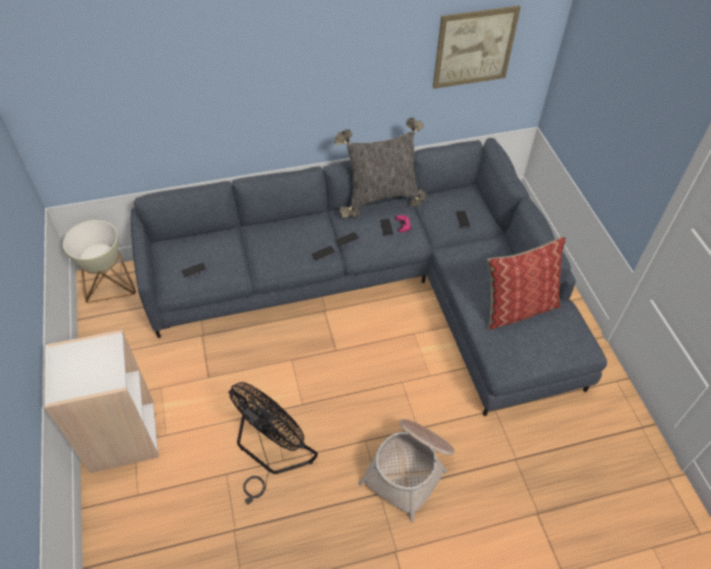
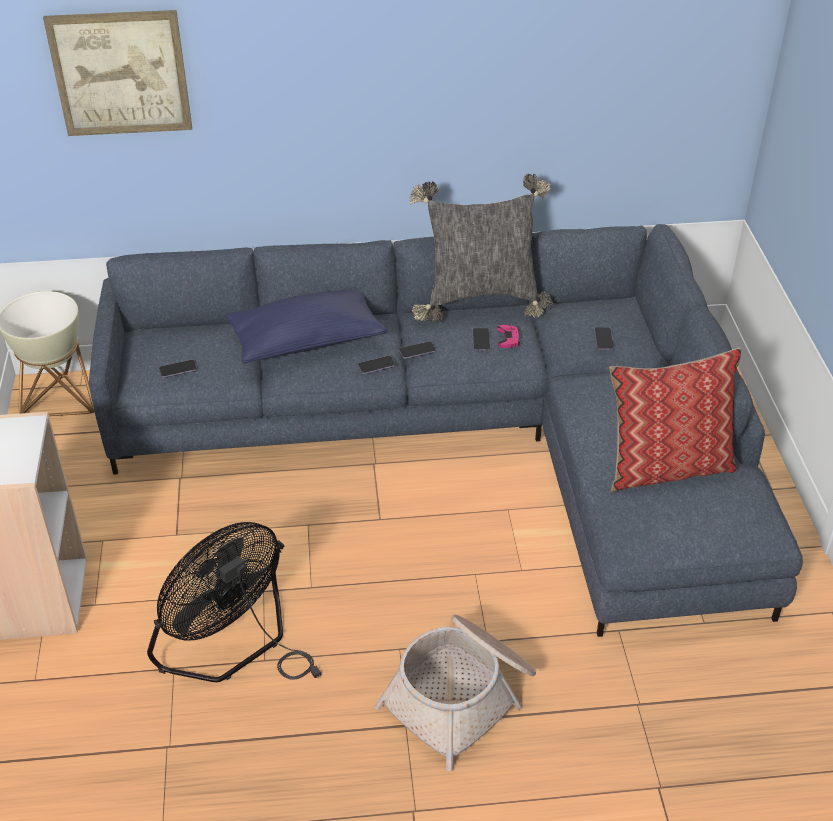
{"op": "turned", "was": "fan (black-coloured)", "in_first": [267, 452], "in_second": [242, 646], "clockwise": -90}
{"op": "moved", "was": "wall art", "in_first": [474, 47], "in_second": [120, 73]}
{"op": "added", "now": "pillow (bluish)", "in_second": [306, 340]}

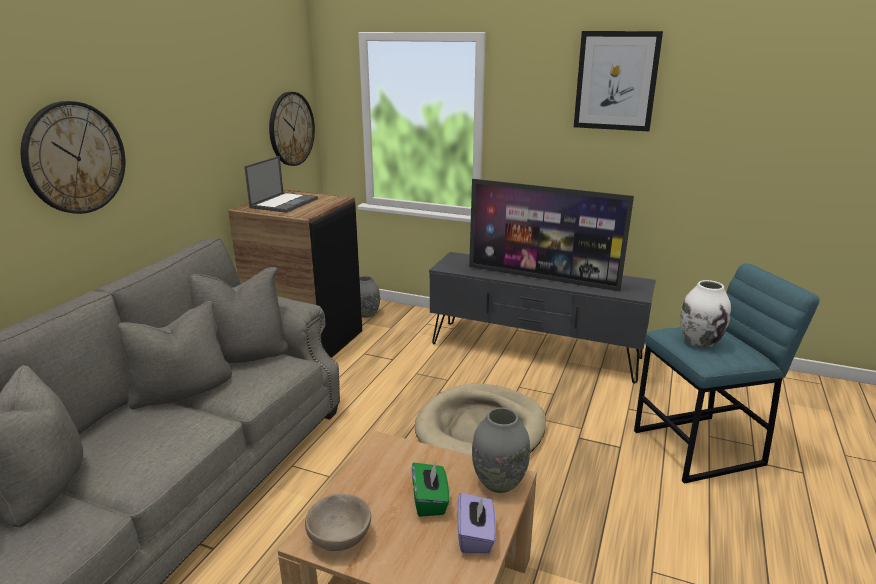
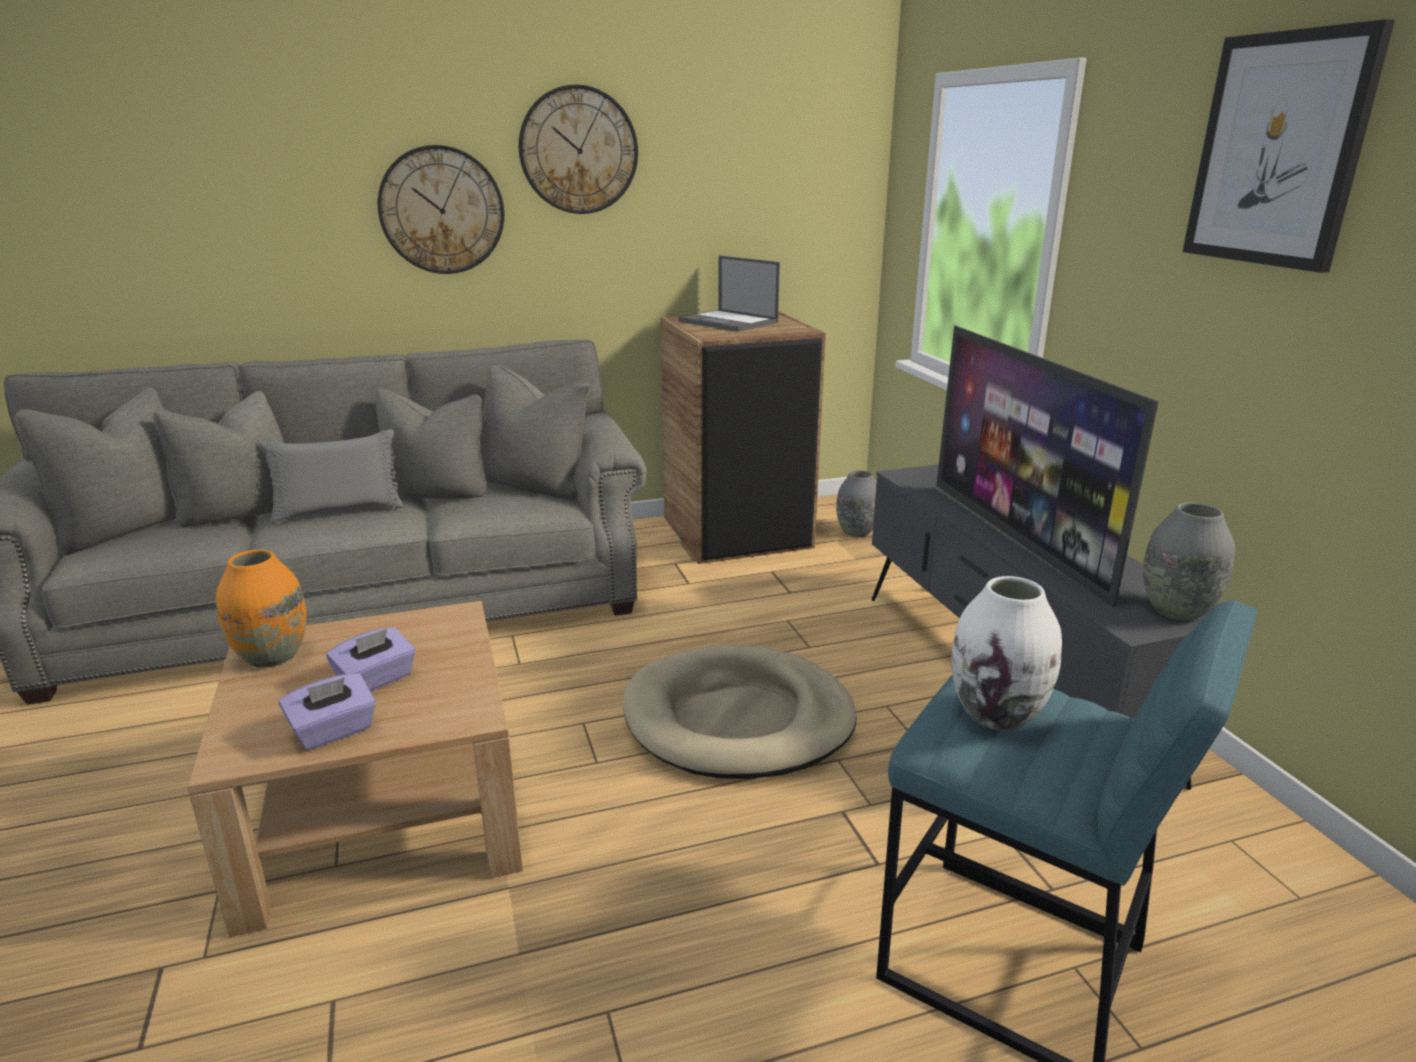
{"op": "turned", "was": "notebook computer", "in_first": [284, 203], "in_second": [729, 322], "clockwise": 60}
{"op": "moved", "was": "clock on the wall", "in_first": [291, 129], "in_second": [578, 150]}
{"op": "replaced", "was": "serving bowl (sand-coloured)", "now": "flower vase (orange-coloured)", "in_first": [340, 538], "in_second": [271, 657]}
{"op": "recoloured", "was": "tissue holder (green)", "now": "tissue holder (purple)", "in_first": [430, 501], "in_second": [376, 680]}
{"op": "moved", "was": "flower vase (grey)", "in_first": [498, 482], "in_second": [1175, 610]}
{"op": "added", "now": "pillow (grey)", "in_second": [339, 511]}

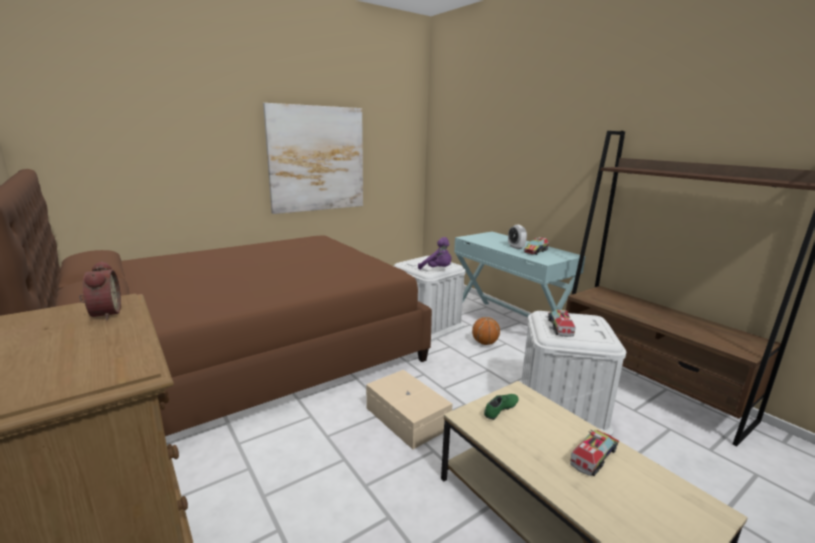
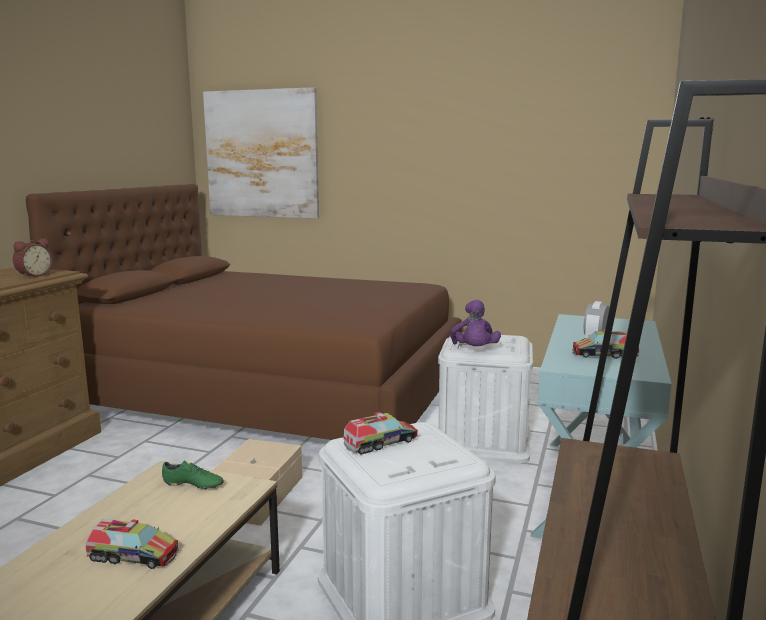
{"op": "moved", "was": "wall art", "in_first": [317, 159], "in_second": [261, 154]}
{"op": "removed", "was": "basketball", "in_first": [485, 343]}

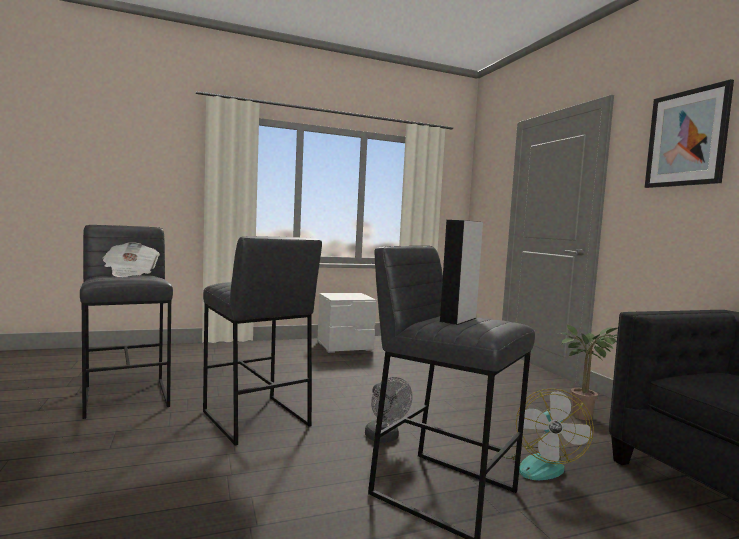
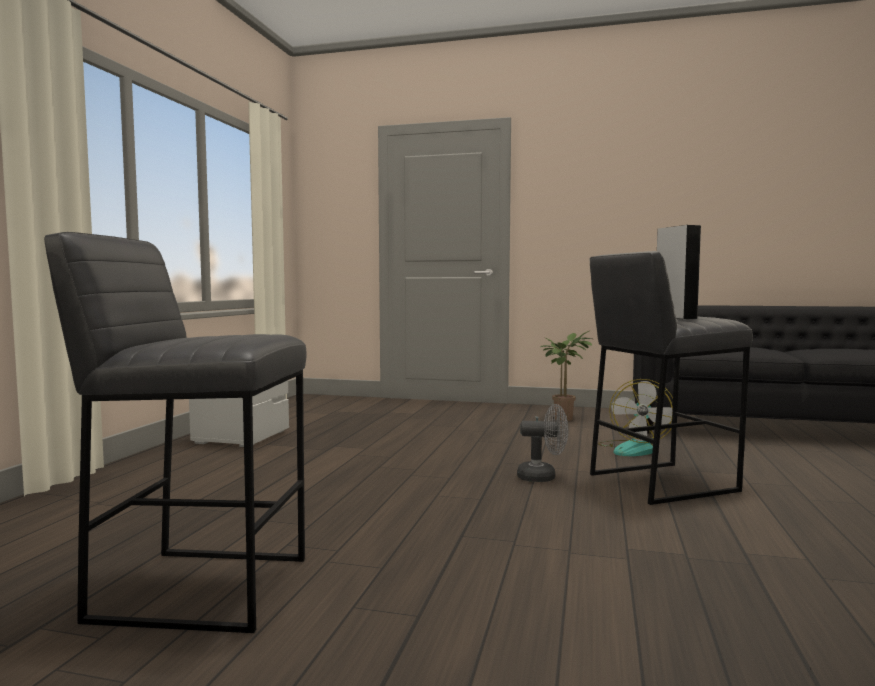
{"op": "removed", "was": "newspaper", "in_first": [130, 274]}
{"op": "removed", "was": "stool (grey)", "in_first": [256, 419]}
{"op": "turned", "was": "fan", "in_first": [539, 463], "in_second": [634, 449], "clockwise": 60}
{"op": "removed", "was": "wall art", "in_first": [687, 138]}

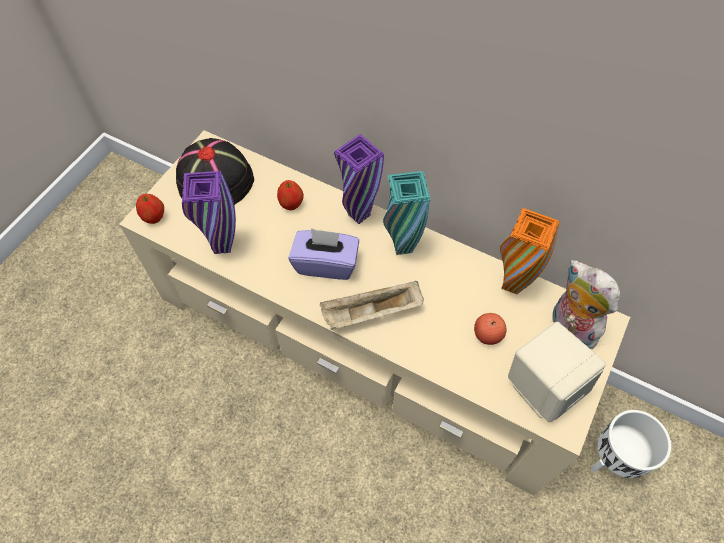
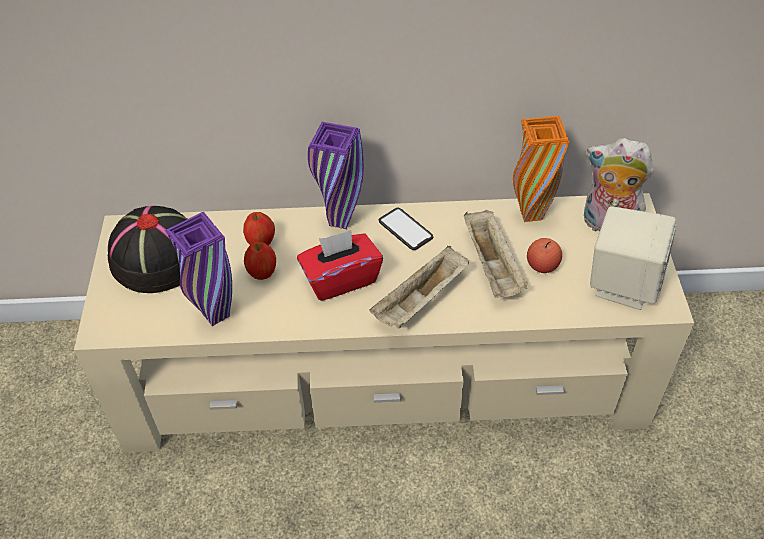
{"op": "moved", "was": "apple fruit", "in_first": [154, 217], "in_second": [262, 272]}
{"op": "recoloured", "was": "tissue holder (purple)", "now": "tissue holder (red-coloured)", "in_first": [326, 263], "in_second": [340, 279]}
{"op": "replaced", "was": "flower vase (blue-green)", "now": "telephone", "in_first": [402, 247], "in_second": [405, 229]}
{"op": "removed", "was": "plant pot (white)", "in_first": [612, 461]}
{"op": "added", "now": "carrying tray (sand-coloured)", "in_second": [493, 266]}

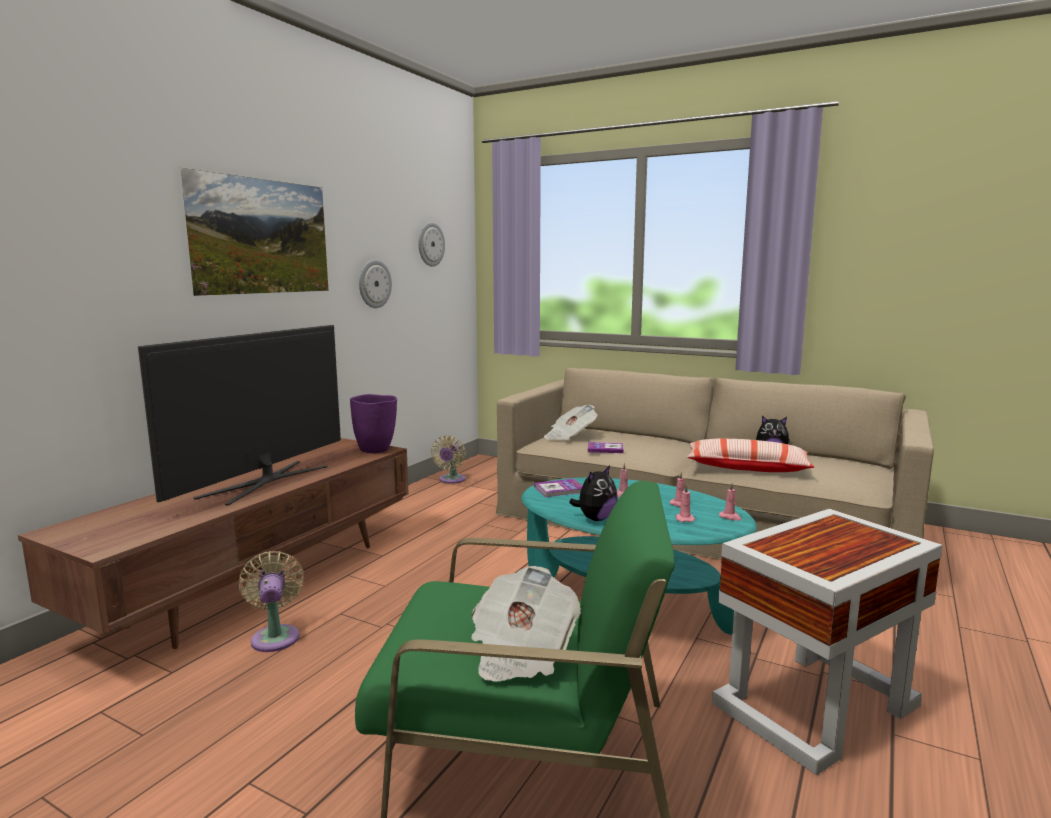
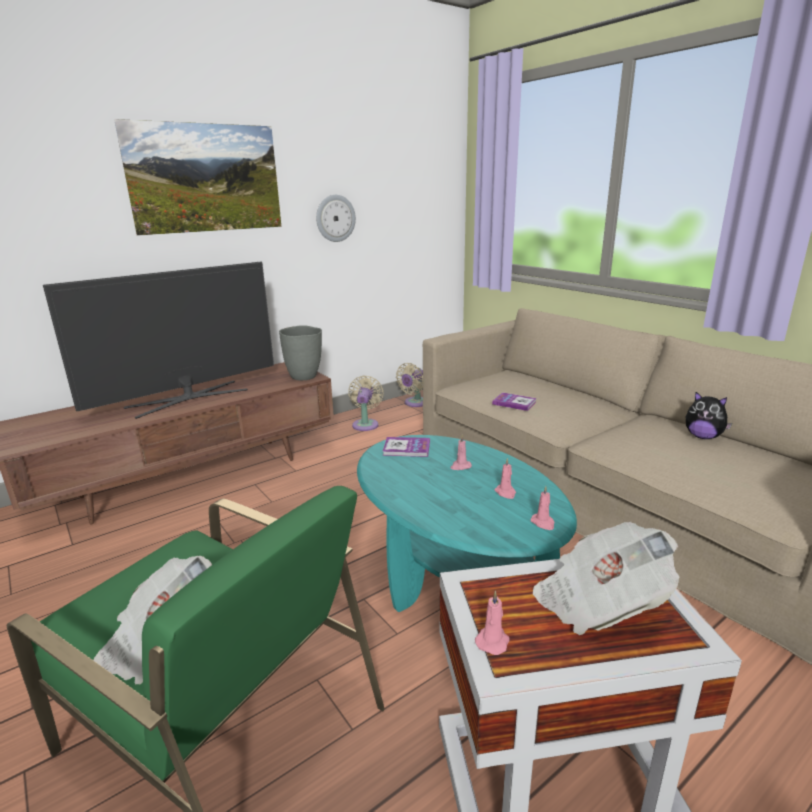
{"op": "moved", "was": "fan (sand-coloured)", "in_first": [275, 636], "in_second": [366, 424]}
{"op": "recoloured", "was": "flower vase (purple)", "now": "flower vase (grey)", "in_first": [375, 450], "in_second": [304, 376]}
{"op": "removed", "was": "clock on the wall", "in_first": [430, 244]}
{"op": "moved", "was": "newspaper", "in_first": [570, 436], "in_second": [598, 602]}
{"op": "removed", "was": "soft toy", "in_first": [595, 518]}
{"op": "moved", "was": "wax candle (pink)", "in_first": [684, 519], "in_second": [493, 640]}
{"op": "removed", "was": "pillow", "in_first": [747, 468]}

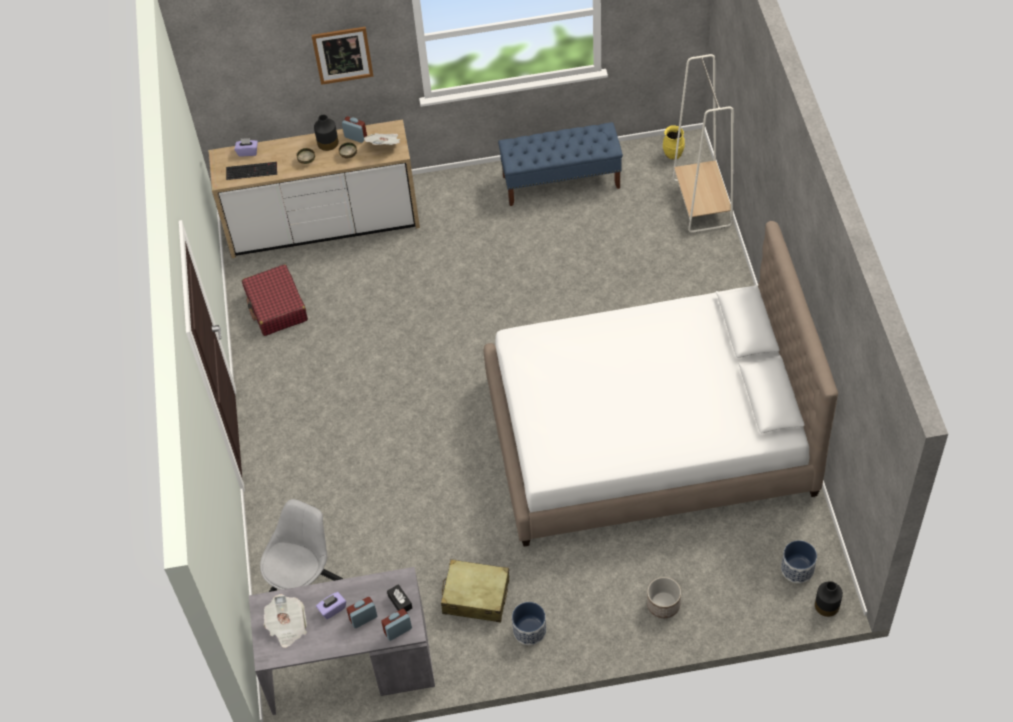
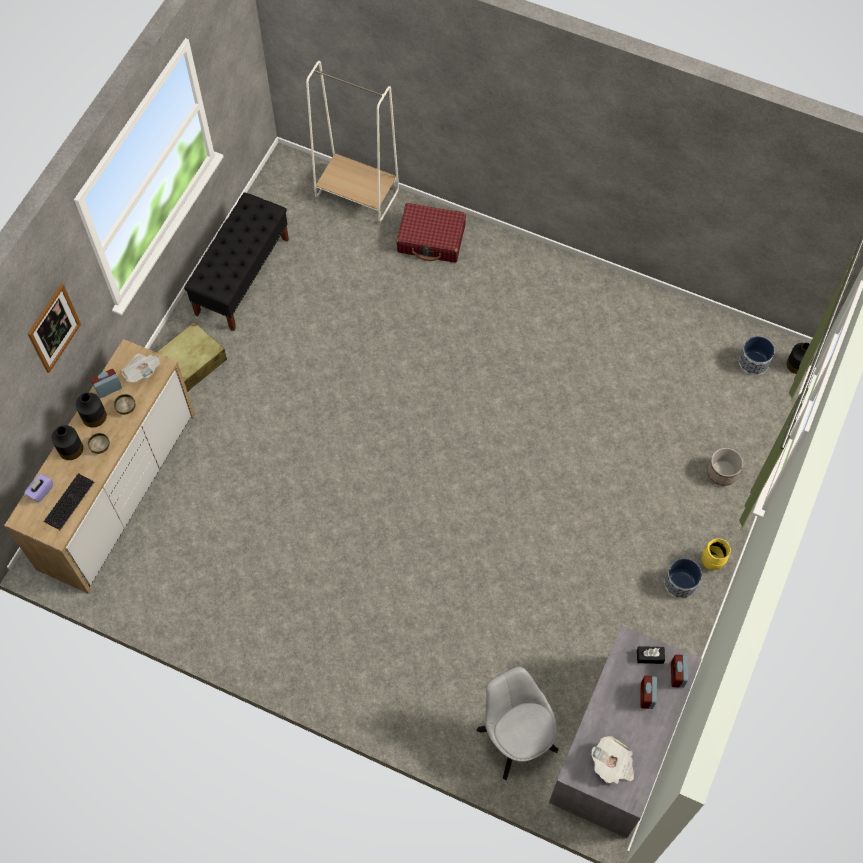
{"op": "moved", "was": "travel case (red-coloured)", "in_first": [276, 307], "in_second": [431, 239]}
{"op": "removed", "was": "tissue holder (purple)", "in_first": [332, 609]}
{"op": "moved", "was": "travel case (sand-coloured)", "in_first": [476, 596], "in_second": [191, 363]}
{"op": "removed", "was": "bed (white)", "in_first": [649, 435]}
{"op": "recoloured", "was": "indoor bench (bluish)", "now": "indoor bench (black-coloured)", "in_first": [561, 181], "in_second": [242, 276]}
{"op": "moved", "was": "flower vase (yellowish)", "in_first": [673, 155], "in_second": [712, 562]}
{"op": "added", "now": "flower vase (black-coloured)", "in_second": [70, 448]}

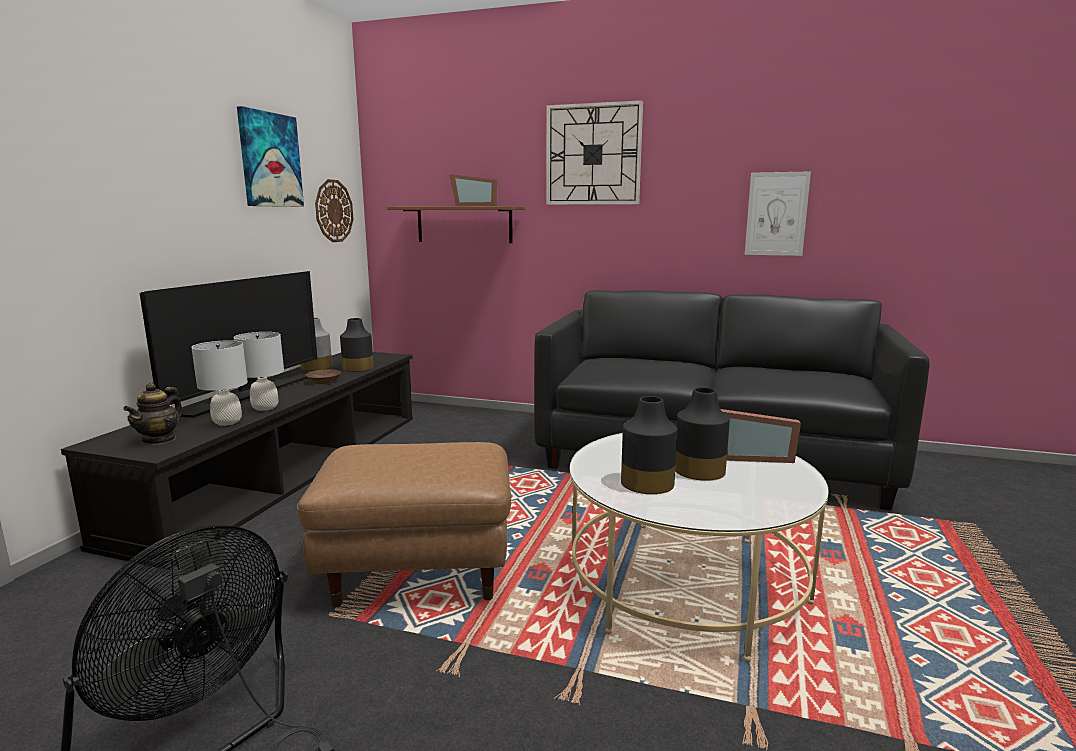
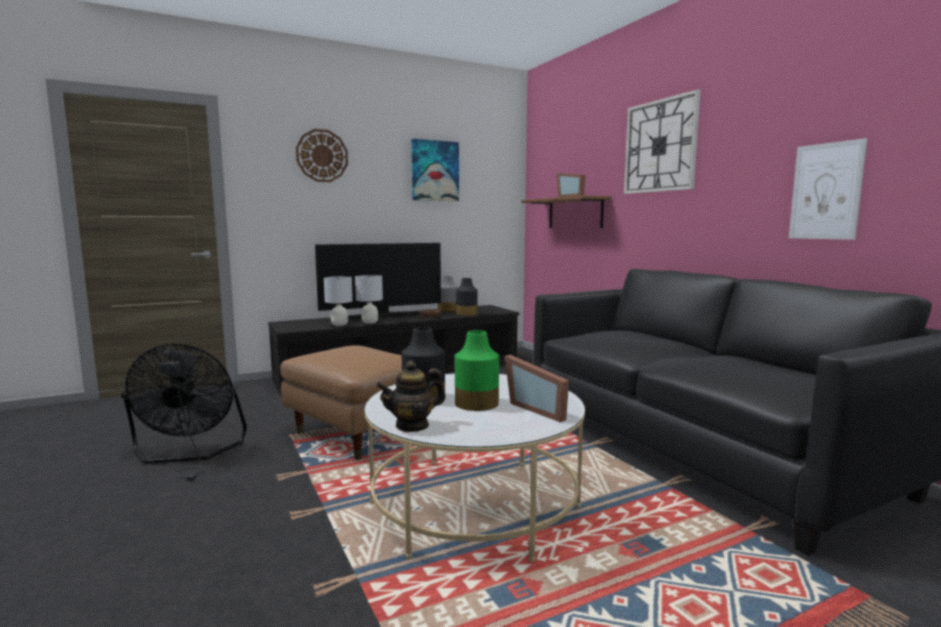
{"op": "moved", "was": "teapot", "in_first": [159, 439], "in_second": [412, 425]}
{"op": "moved", "was": "clock on the wall", "in_first": [333, 211], "in_second": [322, 156]}
{"op": "recoloured", "was": "flower vase (black-coloured)", "now": "flower vase (green)", "in_first": [699, 469], "in_second": [477, 403]}

